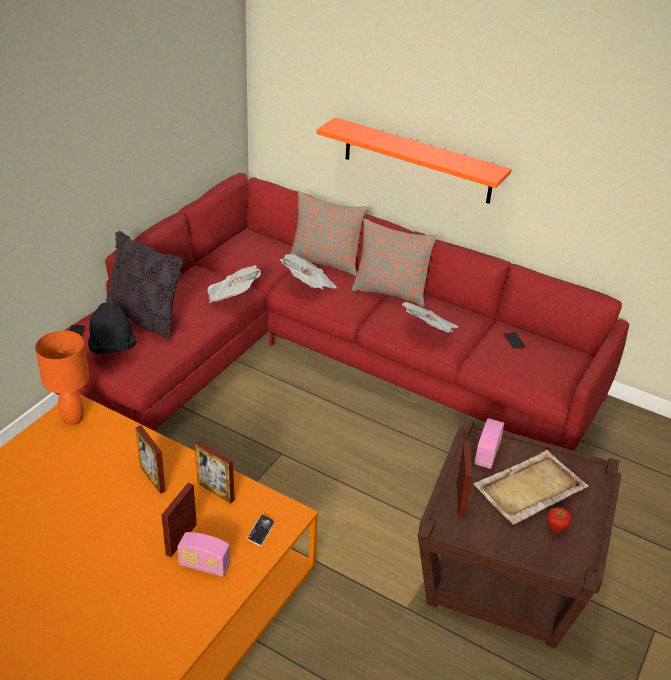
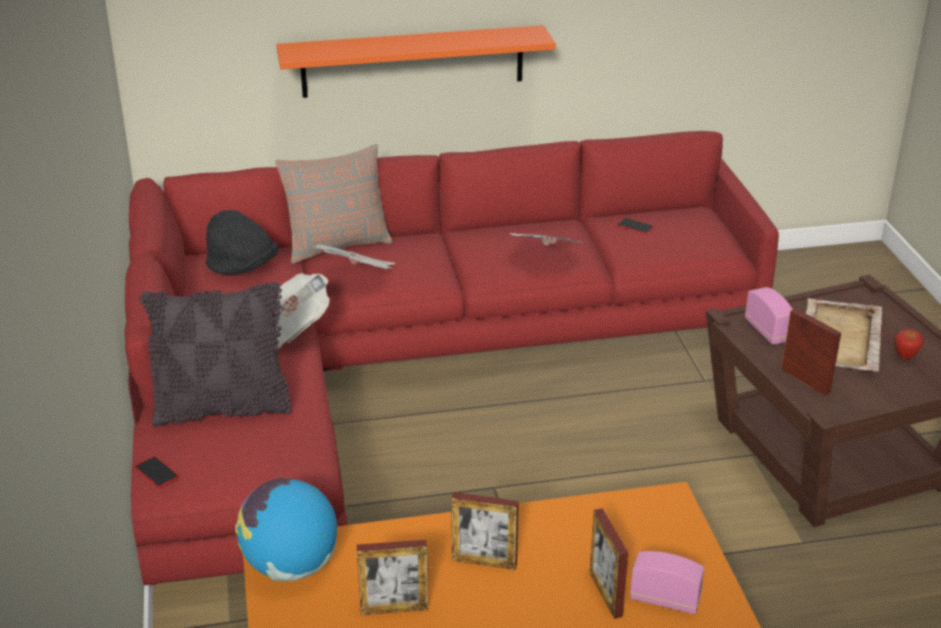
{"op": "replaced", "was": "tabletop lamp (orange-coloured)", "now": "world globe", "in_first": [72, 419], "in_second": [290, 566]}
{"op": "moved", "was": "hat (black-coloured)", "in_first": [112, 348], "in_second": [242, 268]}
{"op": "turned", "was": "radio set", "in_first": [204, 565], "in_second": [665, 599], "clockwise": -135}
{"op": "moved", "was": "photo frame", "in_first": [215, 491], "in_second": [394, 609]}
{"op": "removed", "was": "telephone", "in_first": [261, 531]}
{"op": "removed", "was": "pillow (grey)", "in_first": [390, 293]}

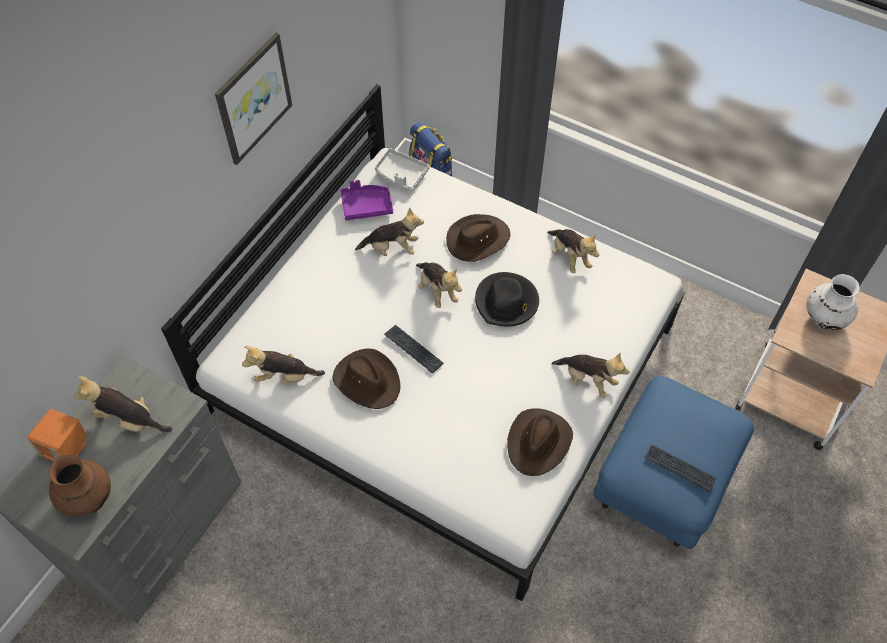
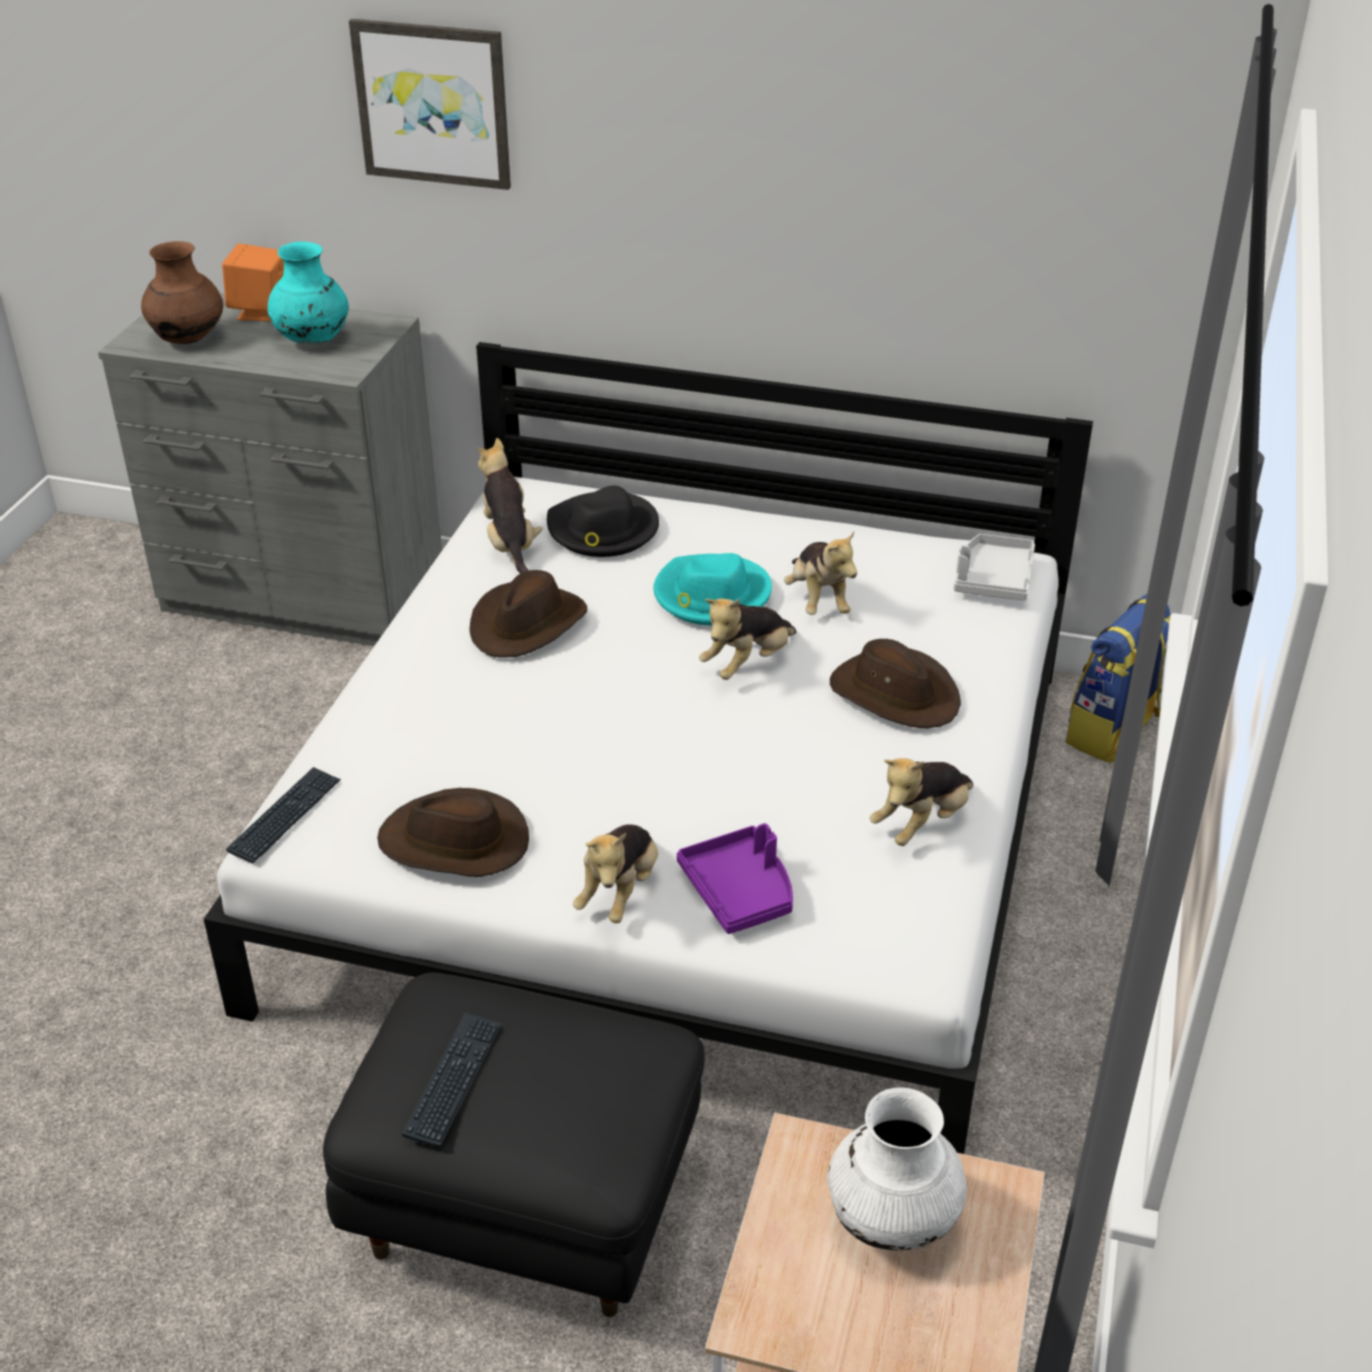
{"op": "replaced", "was": "soft toy", "now": "flower vase (blue-green)", "in_first": [129, 419], "in_second": [312, 340]}
{"op": "moved", "was": "wall art", "in_first": [253, 98], "in_second": [433, 103]}
{"op": "moved", "was": "carrying tray (purple)", "in_first": [366, 206], "in_second": [740, 891]}
{"op": "moved", "was": "keyboard", "in_first": [413, 349], "in_second": [285, 816]}
{"op": "moved", "was": "hat (black-coloured)", "in_first": [506, 302], "in_second": [603, 530]}
{"op": "recoloured", "was": "ottoman (bluish)", "now": "ottoman (black-coloured)", "in_first": [662, 481], "in_second": [530, 1209]}
{"op": "added", "now": "hat (blue-green)", "in_second": [711, 595]}

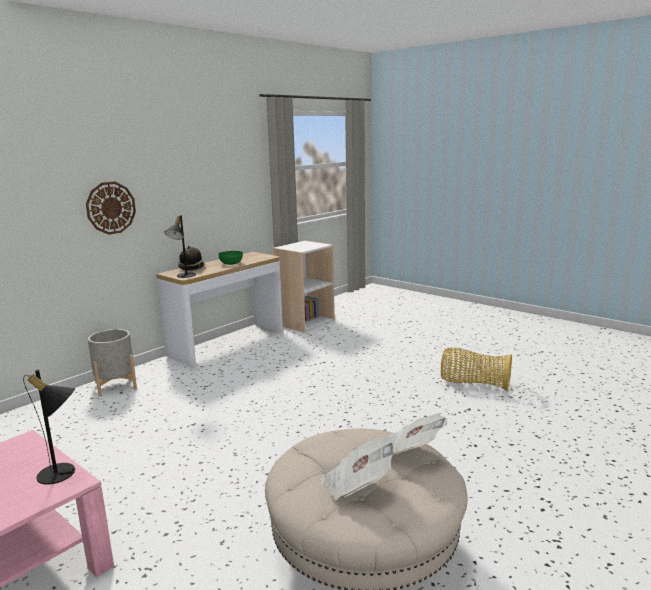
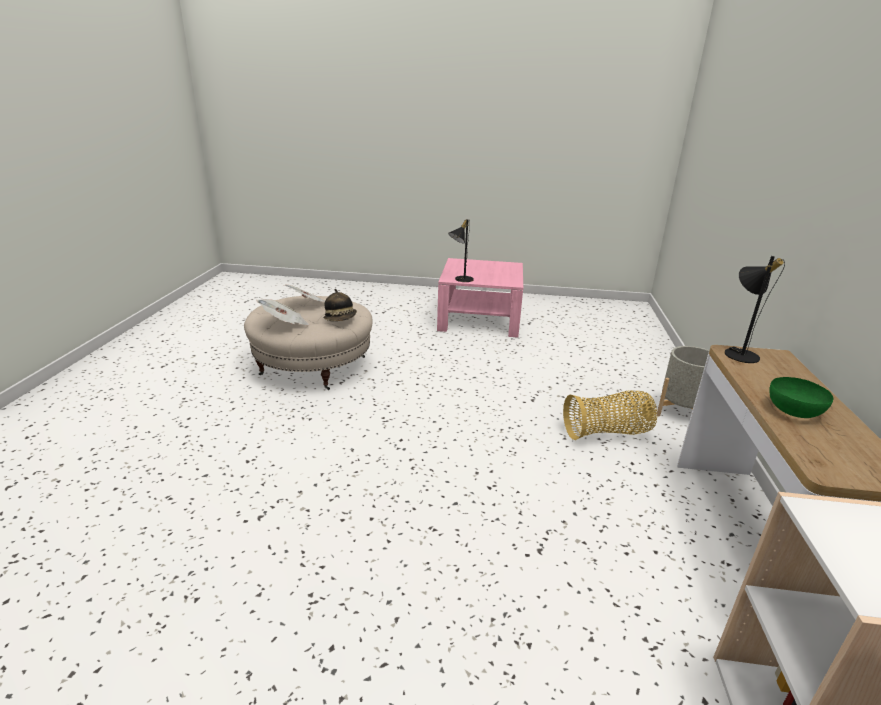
{"op": "removed", "was": "clock on the wall", "in_first": [111, 208]}
{"op": "moved", "was": "hat", "in_first": [191, 268], "in_second": [341, 319]}
{"op": "moved", "was": "storage basket", "in_first": [473, 384], "in_second": [607, 432]}

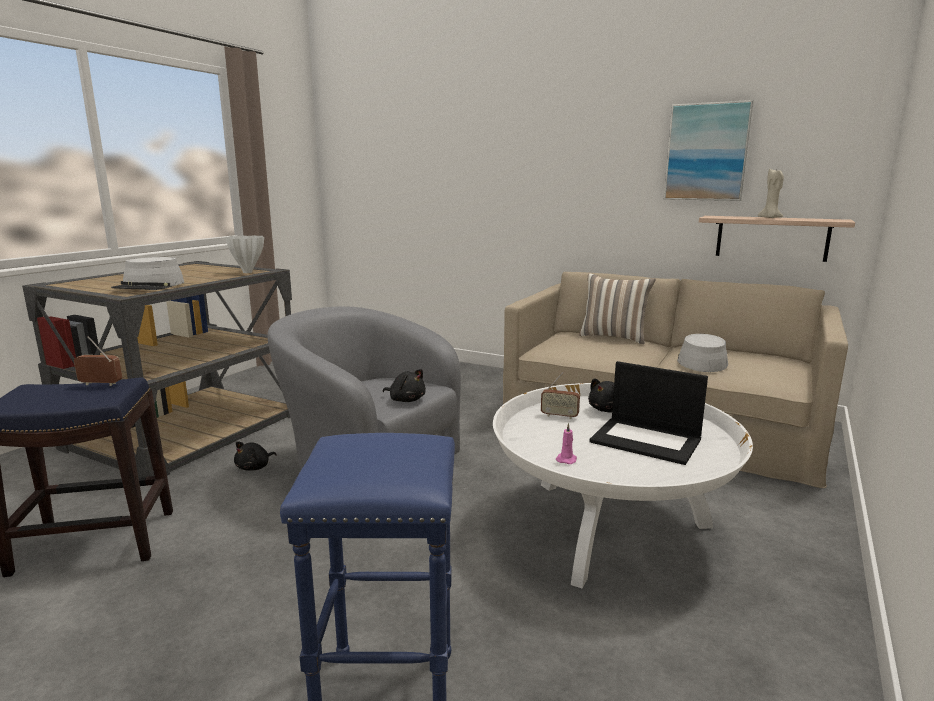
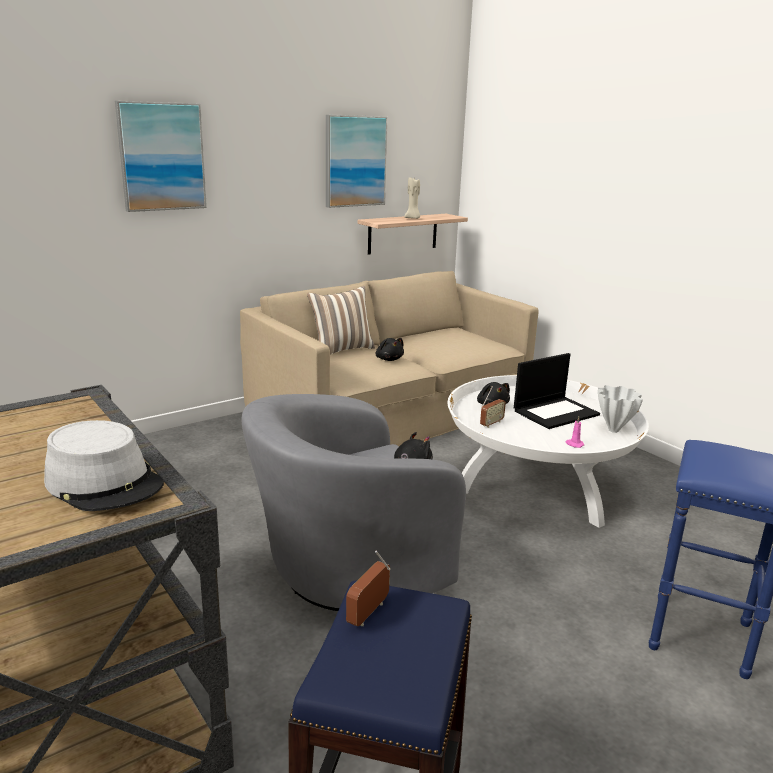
{"op": "moved", "was": "flower vase (white)", "in_first": [248, 272], "in_second": [614, 430]}
{"op": "moved", "was": "soft toy (black-coloured)", "in_first": [255, 467], "in_second": [389, 359]}
{"op": "removed", "was": "hat (grey)", "in_first": [701, 361]}
{"op": "added", "now": "wall art", "in_second": [162, 157]}

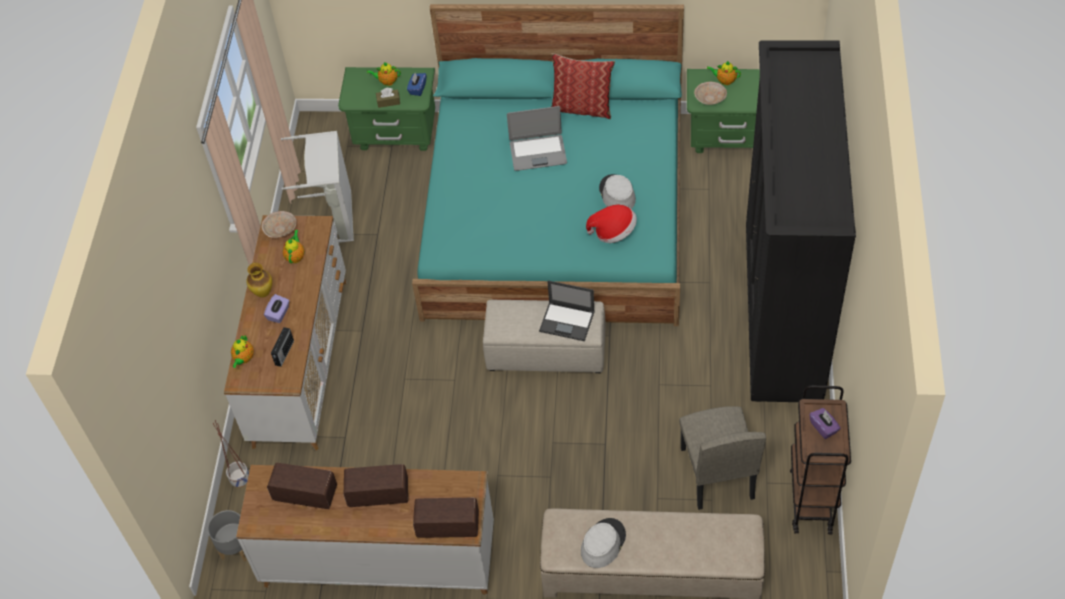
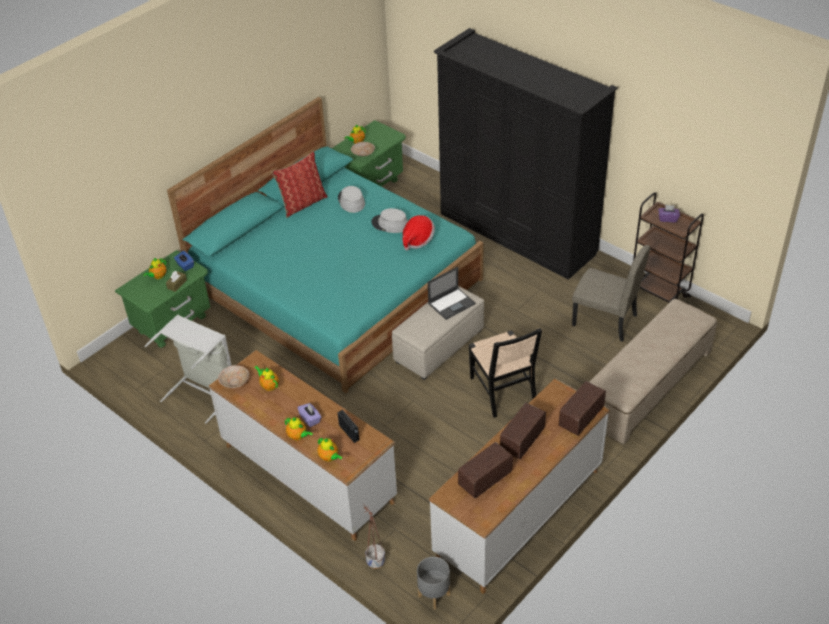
{"op": "removed", "was": "flower vase", "in_first": [263, 293]}
{"op": "removed", "was": "notebook computer", "in_first": [538, 152]}
{"op": "moved", "was": "hat (grey)", "in_first": [603, 543], "in_second": [351, 201]}
{"op": "added", "now": "teapot", "in_second": [298, 436]}
{"op": "added", "now": "upright chair", "in_second": [502, 391]}

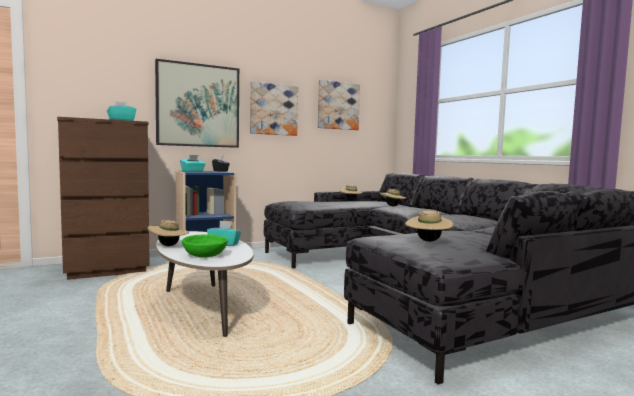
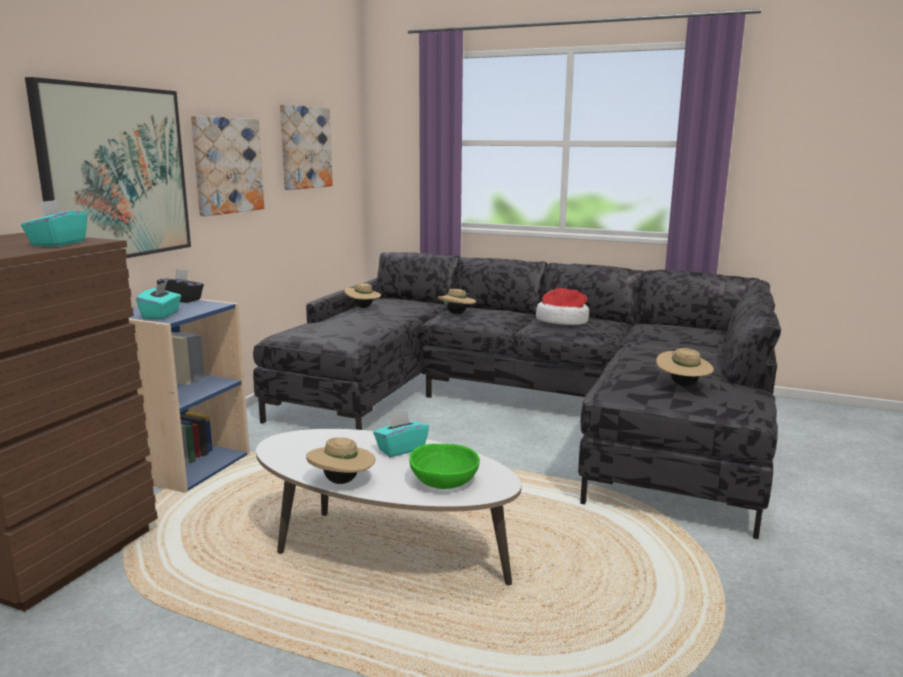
{"op": "added", "now": "hat", "in_second": [563, 321]}

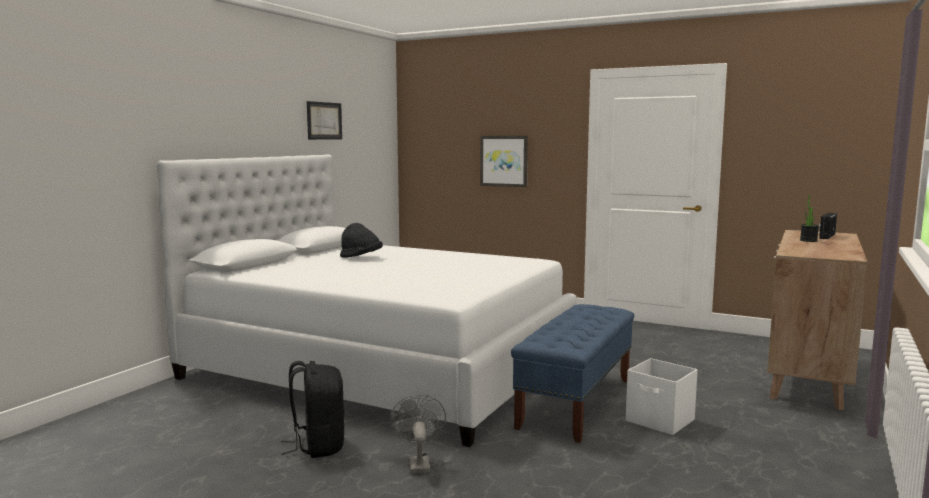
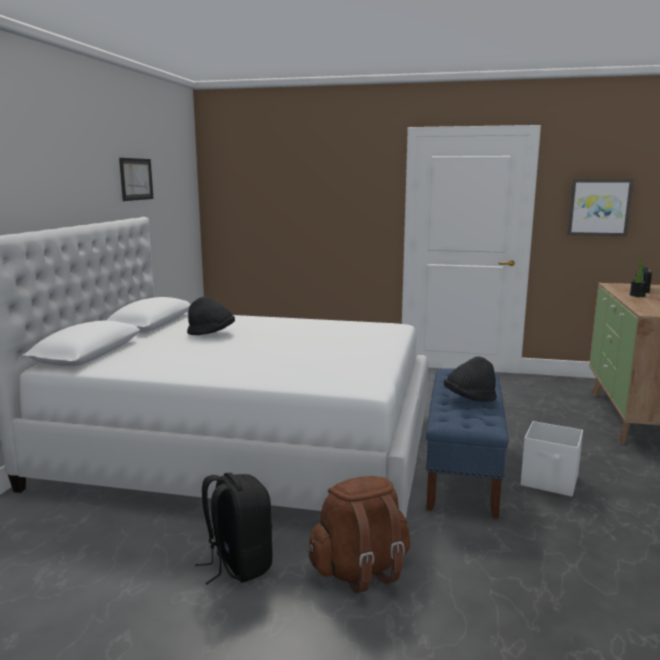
{"op": "replaced", "was": "fan (grey)", "now": "knapsack (brown-coloured)", "in_first": [418, 463], "in_second": [360, 570]}
{"op": "moved", "was": "wall art", "in_first": [504, 161], "in_second": [599, 207]}
{"op": "added", "now": "hat (black-coloured)", "in_second": [469, 399]}

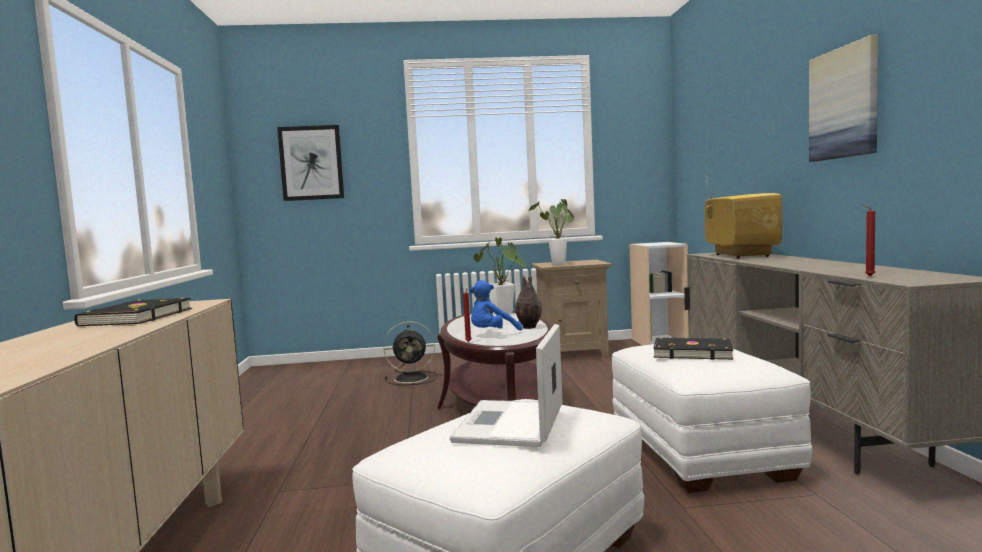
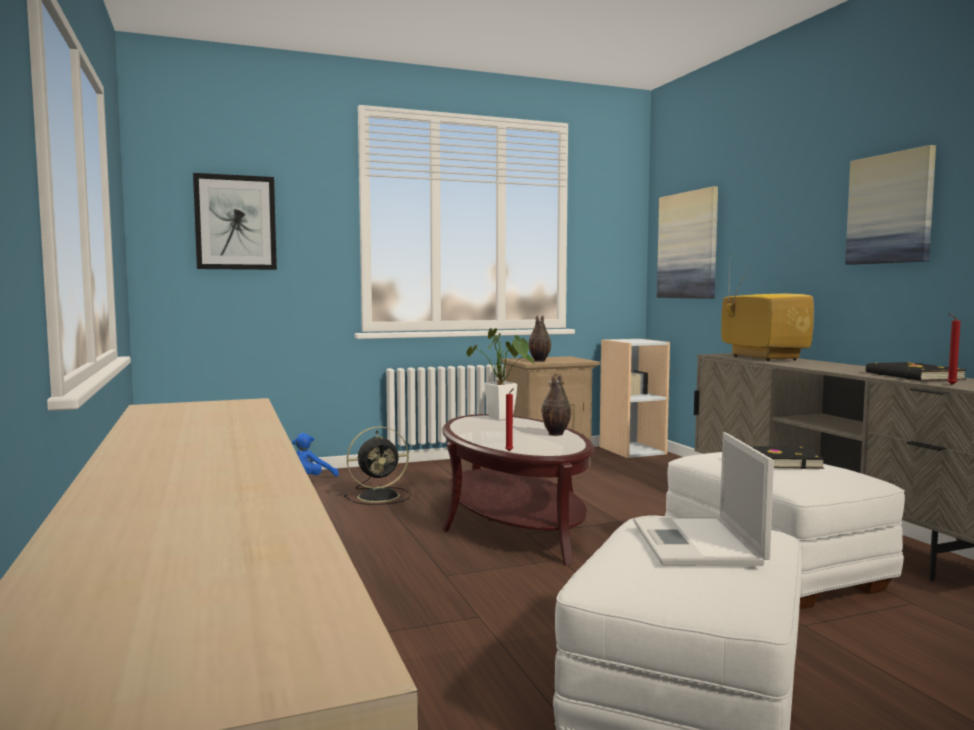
{"op": "moved", "was": "bound book (black-coloured)", "in_first": [135, 317], "in_second": [912, 376]}
{"op": "moved", "was": "soft toy (bluish)", "in_first": [492, 334], "in_second": [311, 479]}
{"op": "replaced", "was": "plant in a pot", "now": "flower vase", "in_first": [558, 264], "in_second": [539, 361]}
{"op": "added", "now": "wall art", "in_second": [688, 245]}

